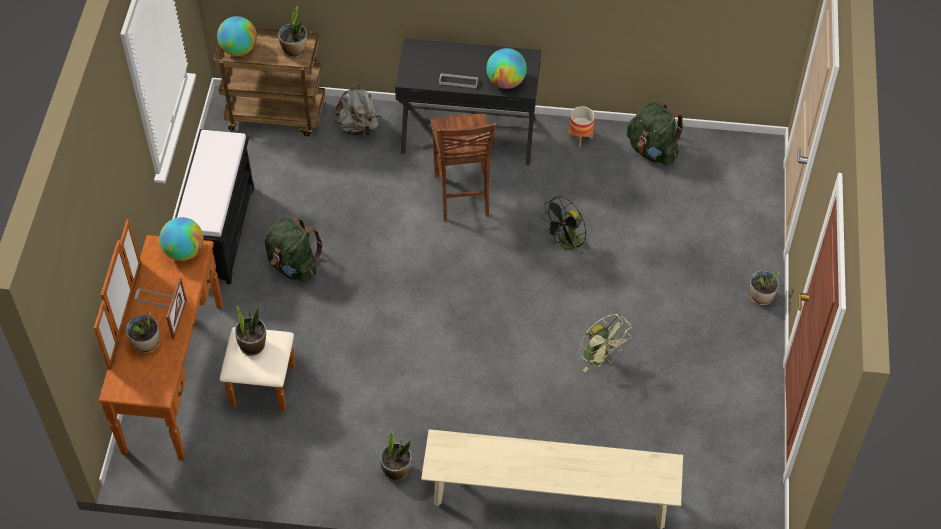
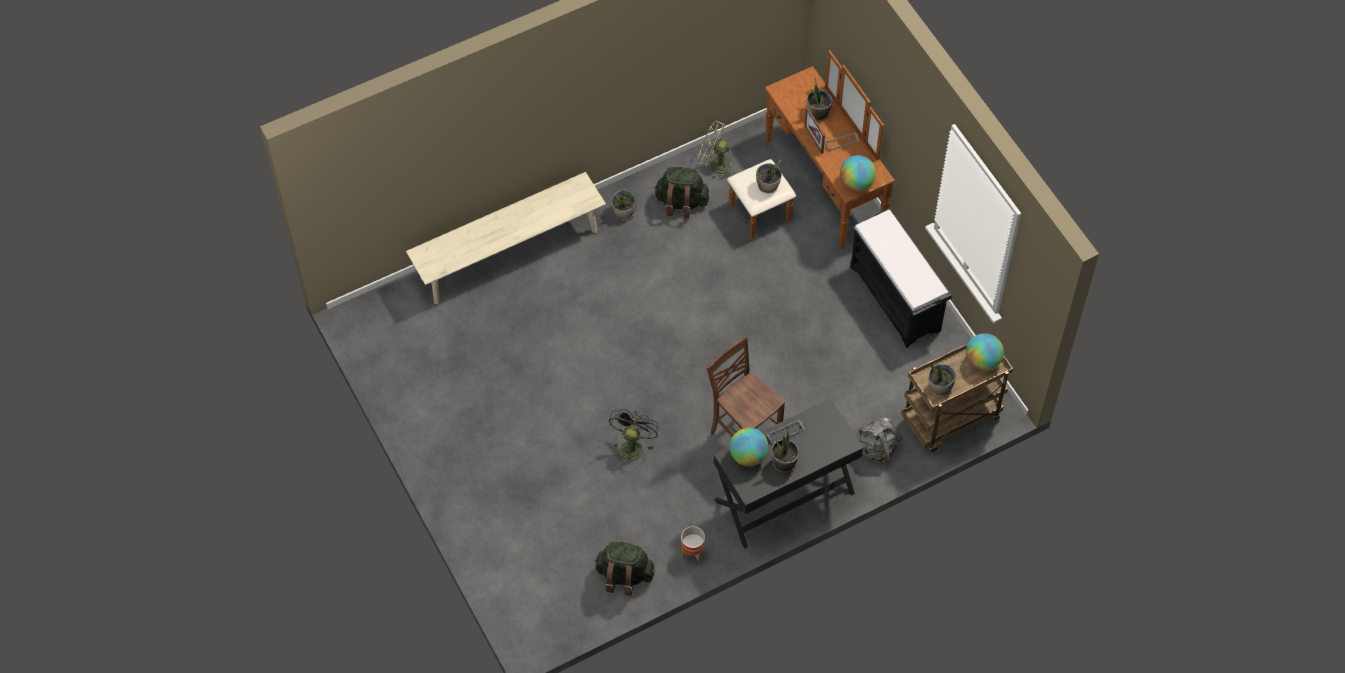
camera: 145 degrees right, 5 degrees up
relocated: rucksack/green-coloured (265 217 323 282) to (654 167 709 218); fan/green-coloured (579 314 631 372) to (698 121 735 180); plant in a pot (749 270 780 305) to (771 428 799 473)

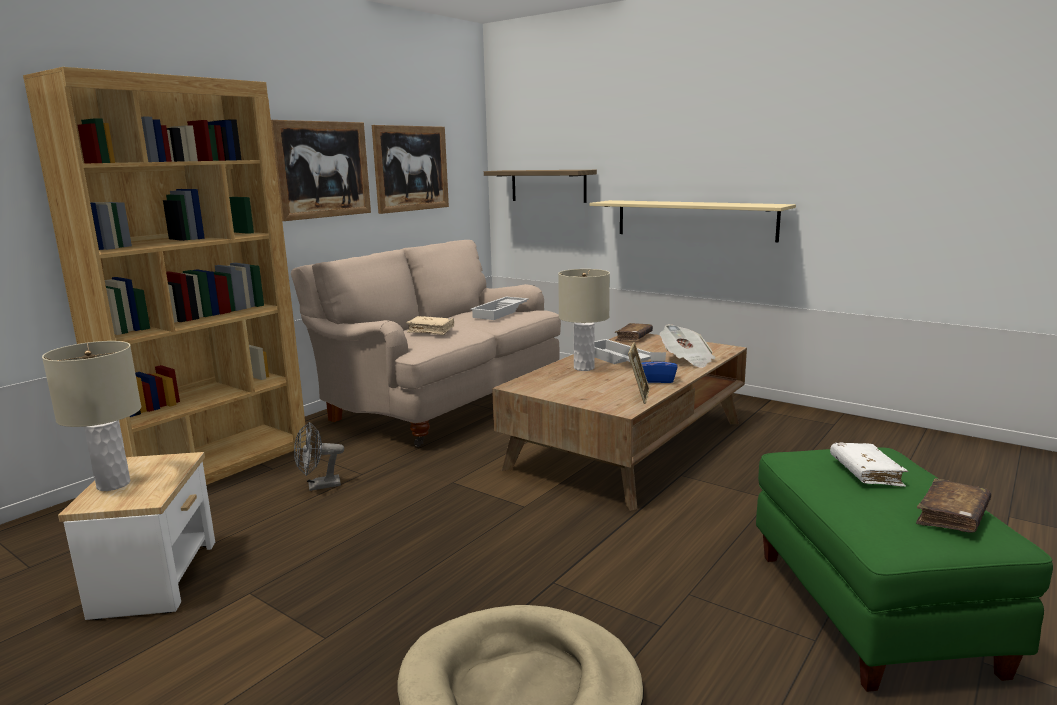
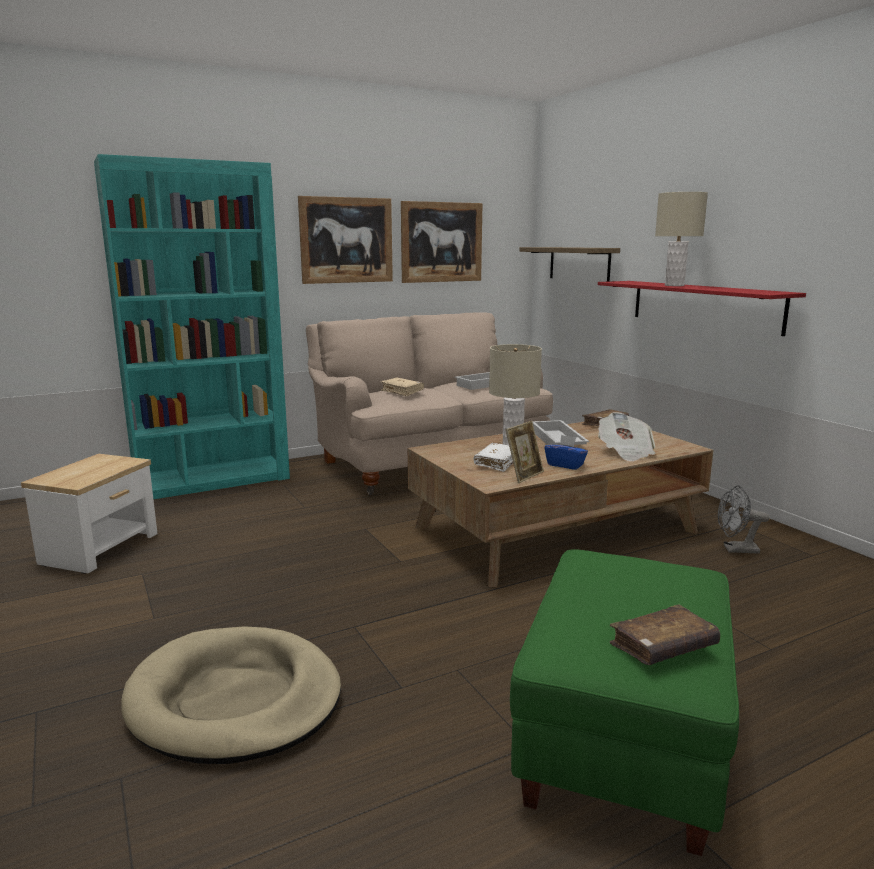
camera: 25 degrees right, 0 degrees up
relocated: bound book/white-coloured (830 443 908 487) to (473 443 513 472); table lamp/sand-coloured (42 341 141 491) to (655 192 708 286); fan/grey (294 422 344 491) to (718 486 769 554)
colour: shelving unit/brown-coloured (23 67 306 485) to shelving unit/blue-green (94 154 290 499); bracket shelf/sand-coloured (589 200 796 242) to bracket shelf/red (598 281 806 336)

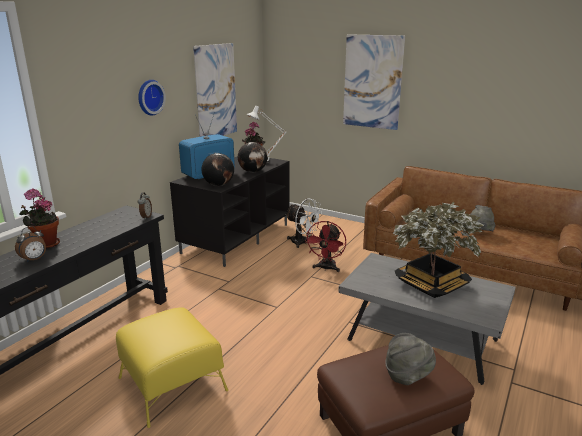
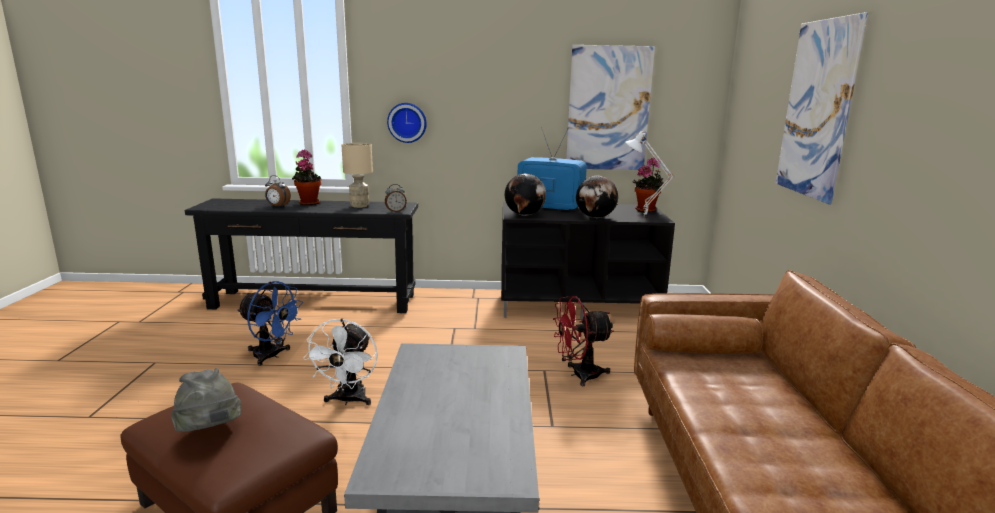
camera: 60 degrees right, 5 degrees down
missing: plant in a pot (393 202 484 298); clothing hat/grey (470 205 495 231)
appeared: table lamp/sand-coloured (342 143 373 208)
relocated: fan/white-coloured (285 198 322 248) to (303 318 378 405); clock on the wall (138 80 166 116) to (387 103 427 143)
exchanged: pouffe/yellow (116 307 228 428) to fan/blue (237 281 303 366)

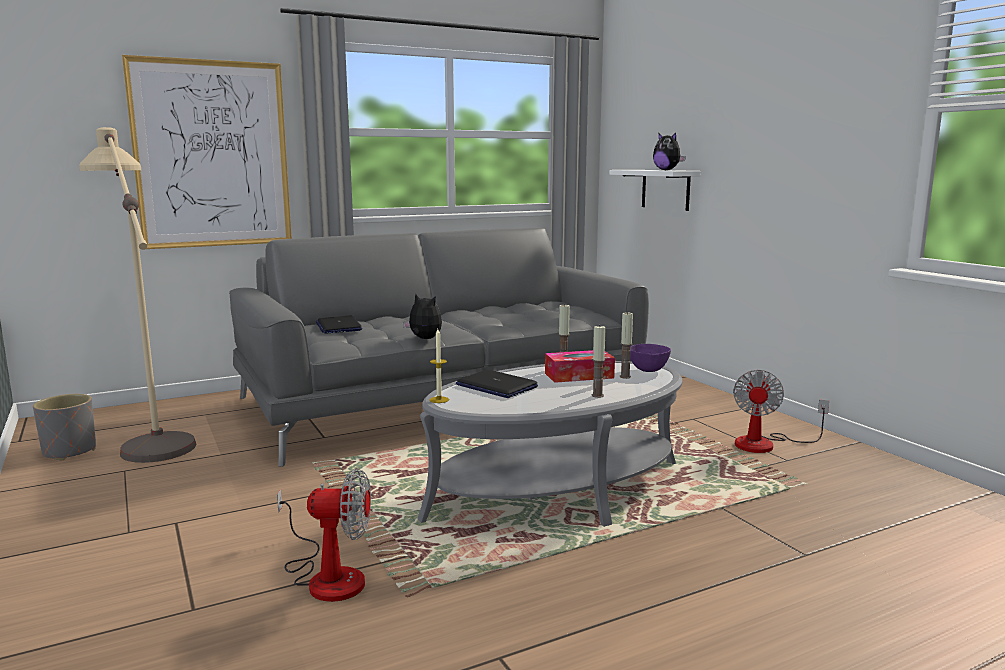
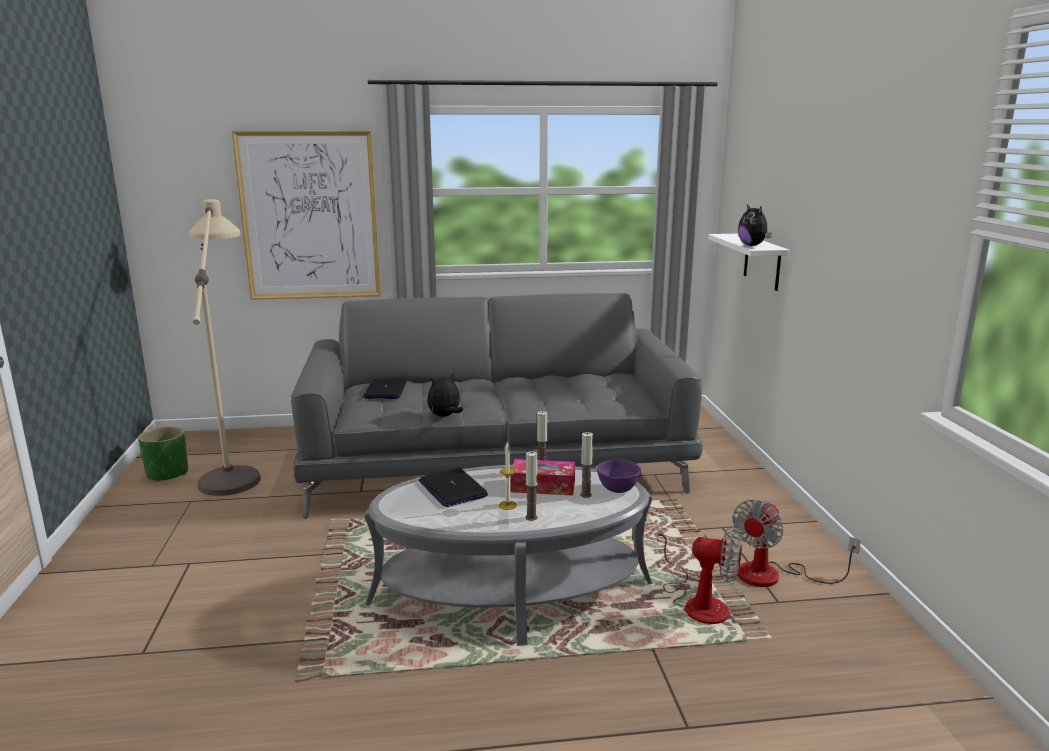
camera: 20 degrees right, 5 degrees up
relocated: candle (429 329 449 403) to (499 441 517 510); fan (277 468 371 602) to (657 524 742 624)
colour: plant pot/grey (33 394 96 460) to plant pot/green-coloured (138 426 188 482)
spun: plush toy (403 294 442 339) = (427 373 463 417) 90 degrees counterclockwise

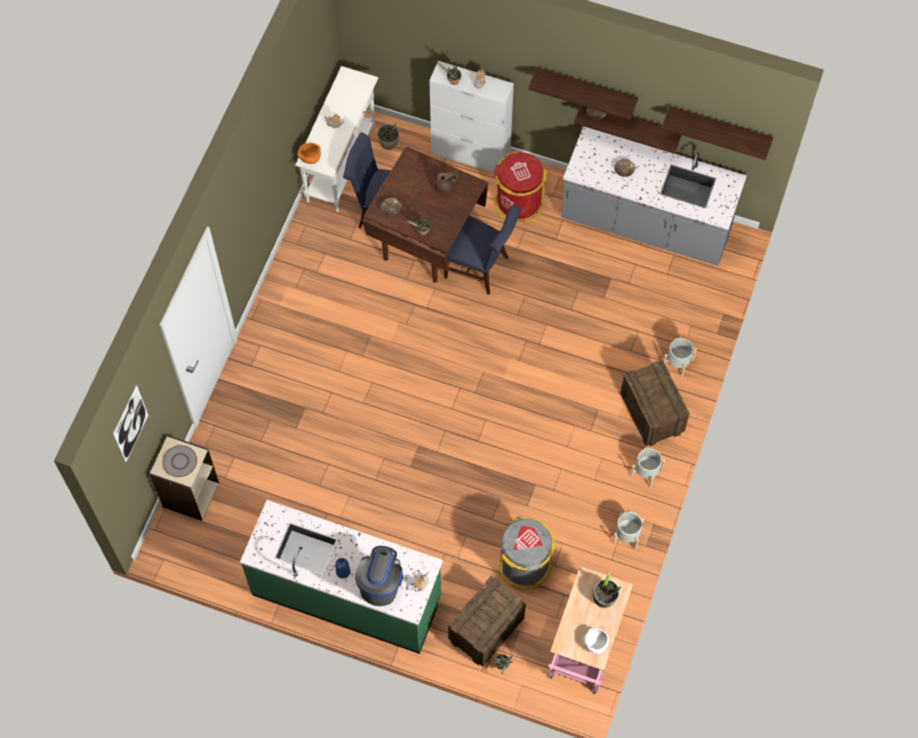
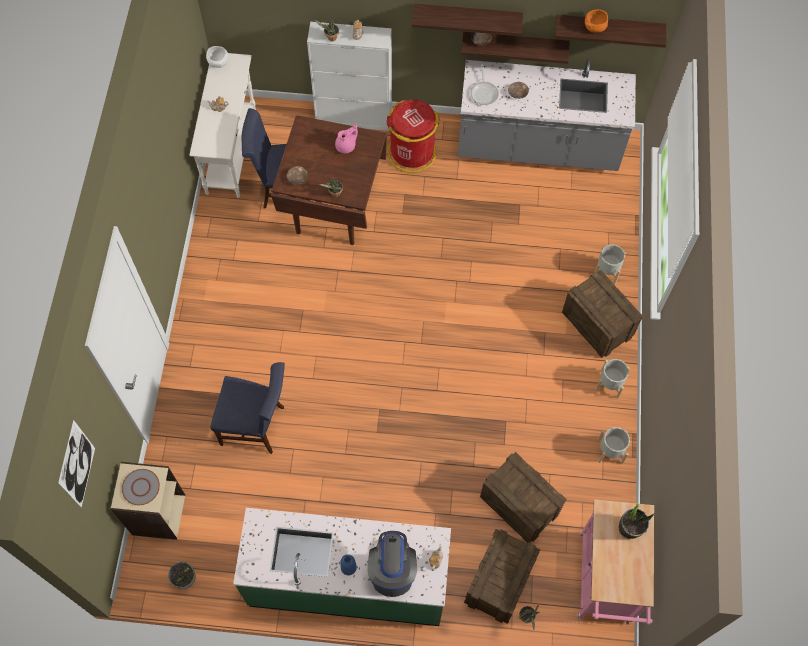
camera: 15 degrees left, 0 degrees up
appeared: pan (470 64 499 105)
relocated: plant in a pot (377 123 399 150) to (168 562 195 589); deep dish/white-coloured (584 628 609 654) to (206 46 228 68); chair/blue (444 206 521 295) to (210 362 285 454); deep dish/orangey (297 143 321 164) to (585 9 608 32)
exchanged: rubbish bin/grey (499 516 556 590) to crate (480 452 566 543)
colour: pot for tea/brown-coloured (434 168 458 195) to pot for tea/pinkish (335 123 358 154)

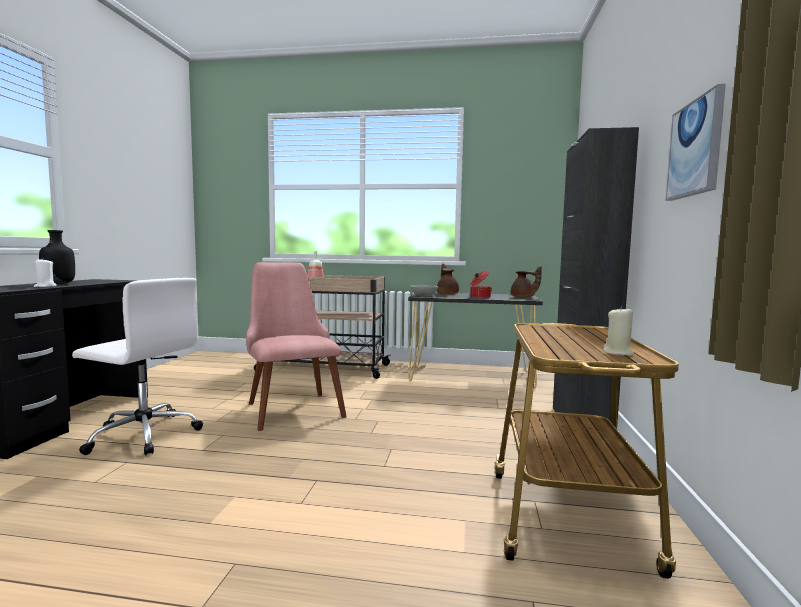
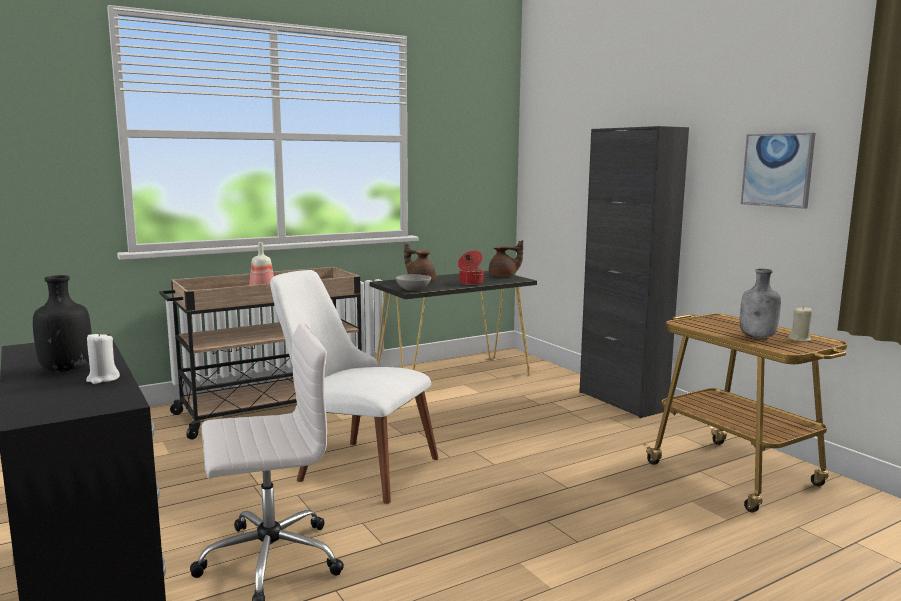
camera: 40 degrees left, 5 degrees up
appeared: drink bottle/grey (740 269 781 338)
colour: chair/pinkish (246 262 347 431) to chair/white-coloured (270 270 439 504)

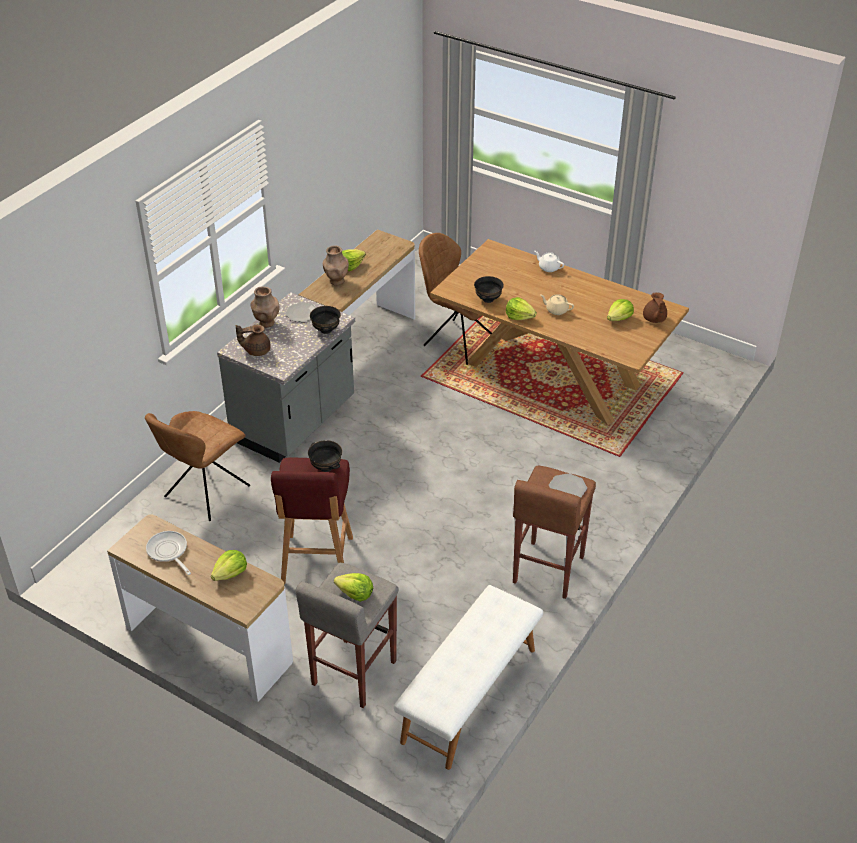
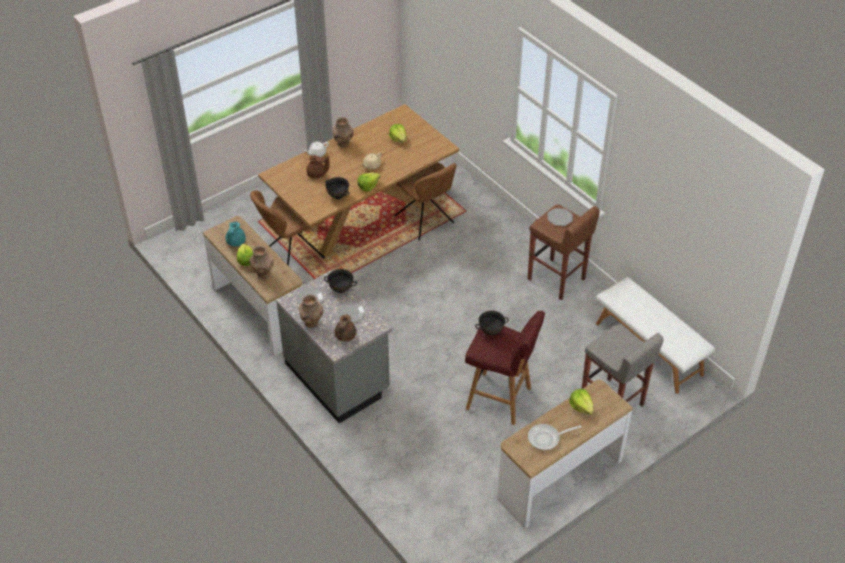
camera: 70 degrees left, 5 degrees up
missing: head of lettuce (334 573 373 602)
appeared: pot for tea/blue-green (225 221 246 246); flower vase/brown-coloured (333 117 354 148); flat dish (337 301 366 323)
relocated: pot for tea/brown-coloured (643 292 667 323) to (306 155 330 179); chair/brown-coloured (145 411 250 521) to (394 163 457 241)

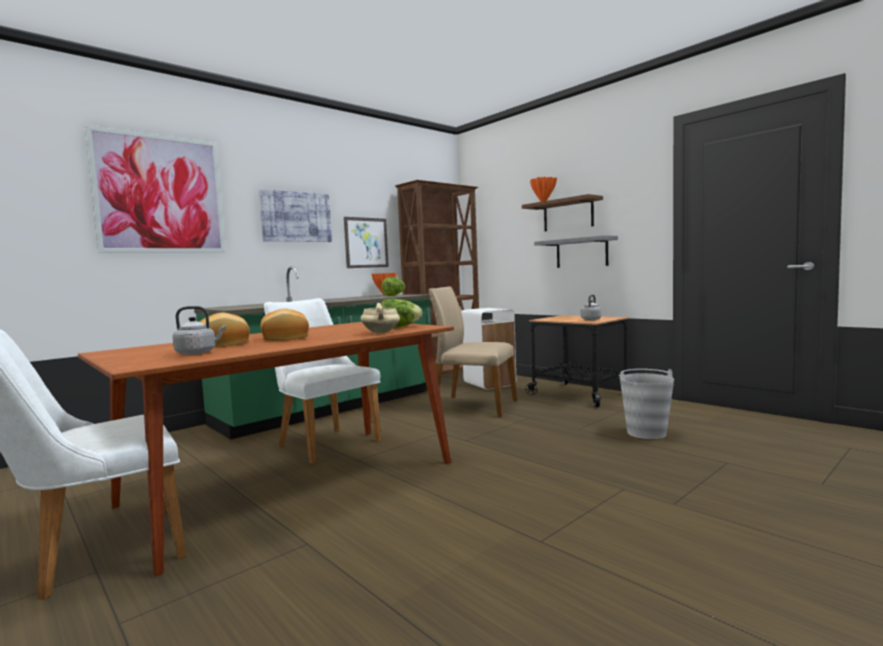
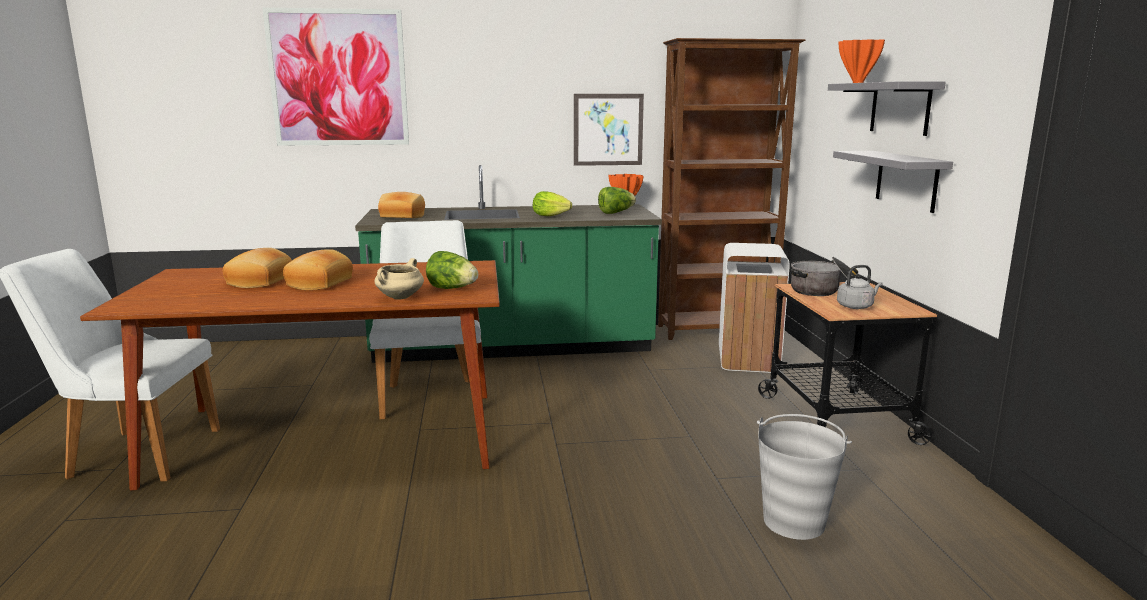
camera: 35 degrees right, 10 degrees up
missing: water kettle/grey (173 306 226 355); wall art (259 189 332 242); chair/sand-coloured (428 286 517 417)
appeared: bread (378 192 425 218); head of lettuce (533 191 572 216); cooking pot (791 257 858 296)
colour: bracket shelf/brown-coloured (522 194 603 231) to bracket shelf/grey (828 81 946 136)

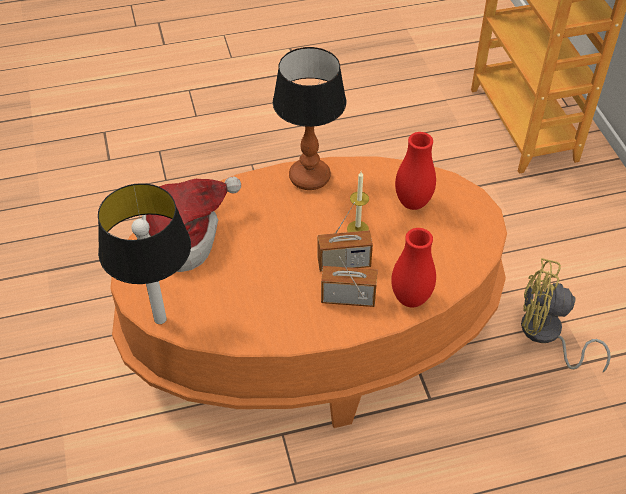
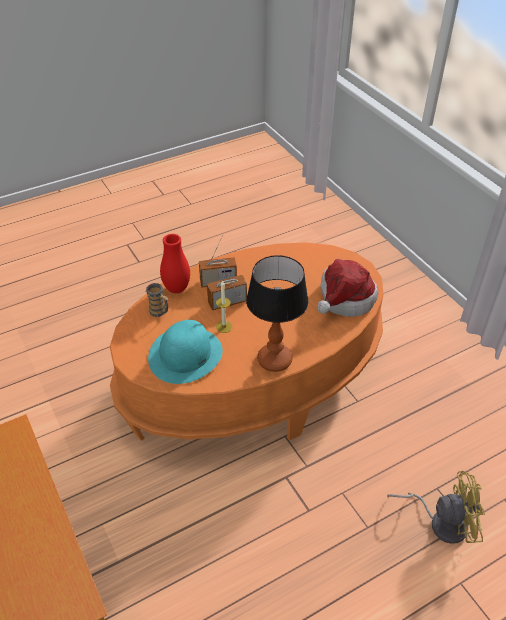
camera: 165 degrees right, 5 degrees down
missing: table lamp (98 183 191 324)
appeared: tea mug (146 283 168 317)
relocated: fan/yellow (521 258 611 372) to (387 471 485 544)
exchanged: flower vase/red (395 132 436 210) to clothing hat/blue-green (148 320 223 384)

